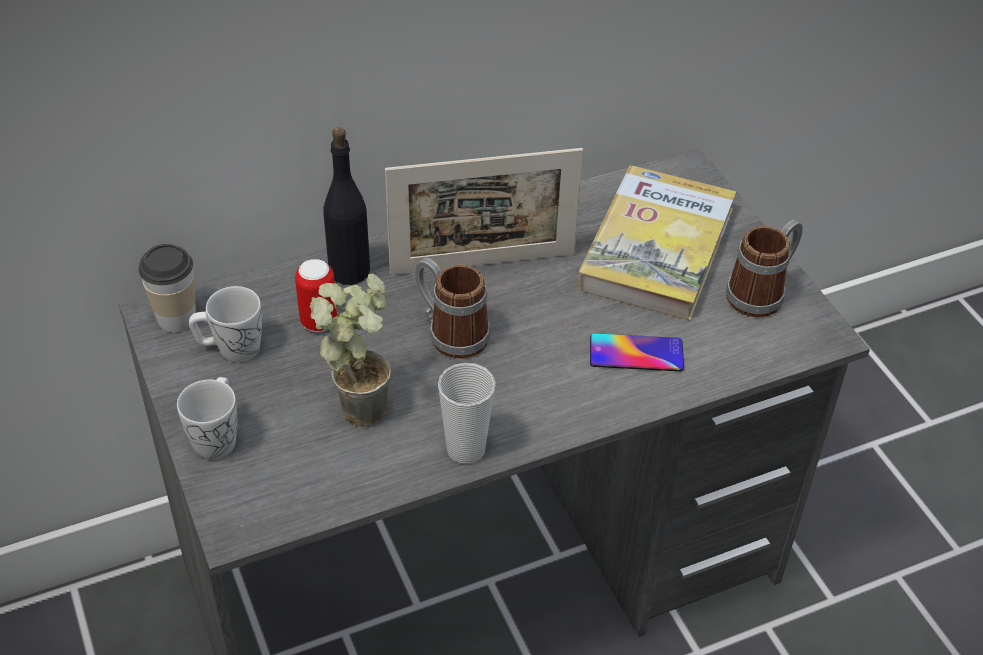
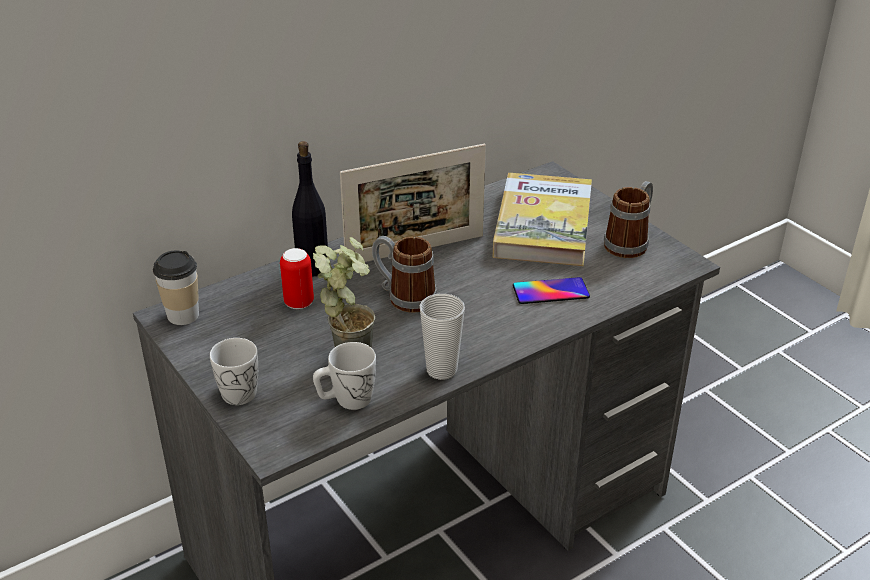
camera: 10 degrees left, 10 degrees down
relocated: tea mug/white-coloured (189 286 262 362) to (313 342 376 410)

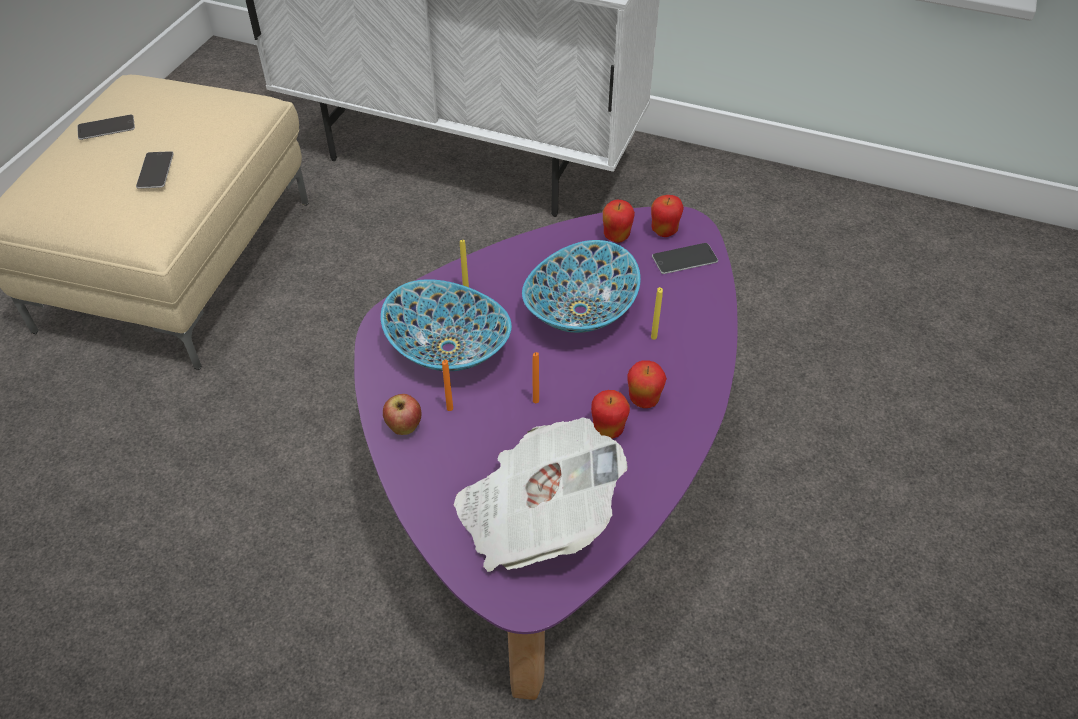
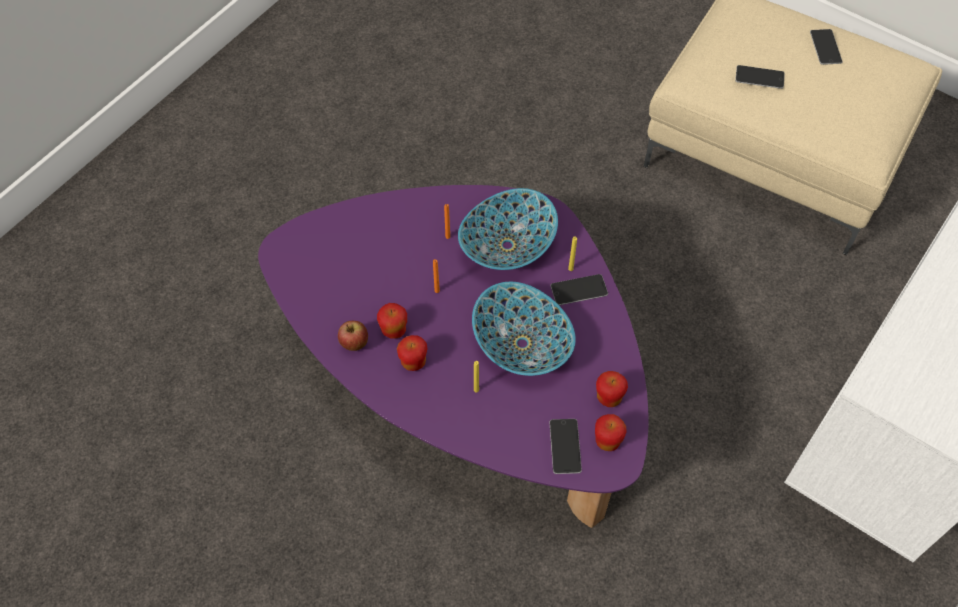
camera: 105 degrees right, 10 degrees up
missing: newspaper (454 418 628 572)
appeared: phone (550 274 608 305)
relocated: apple fruit (383 394 421 435) to (338 321 368 351)

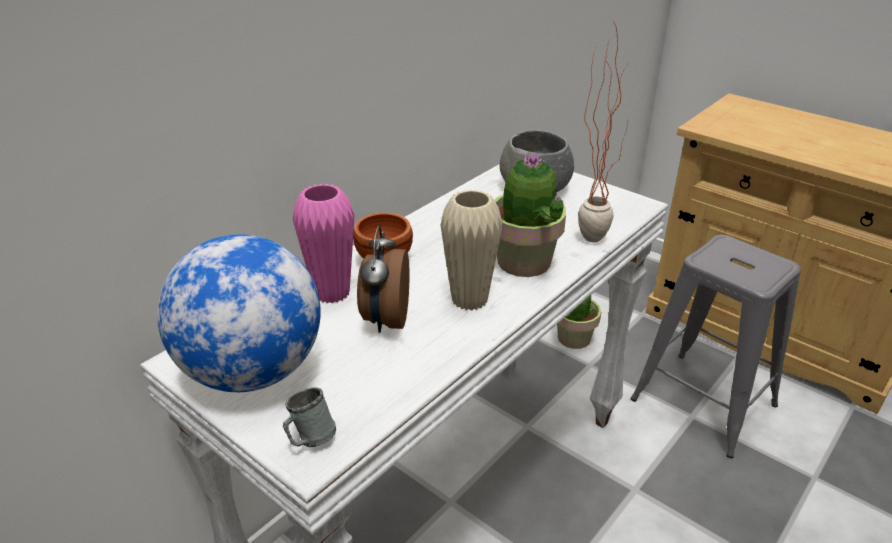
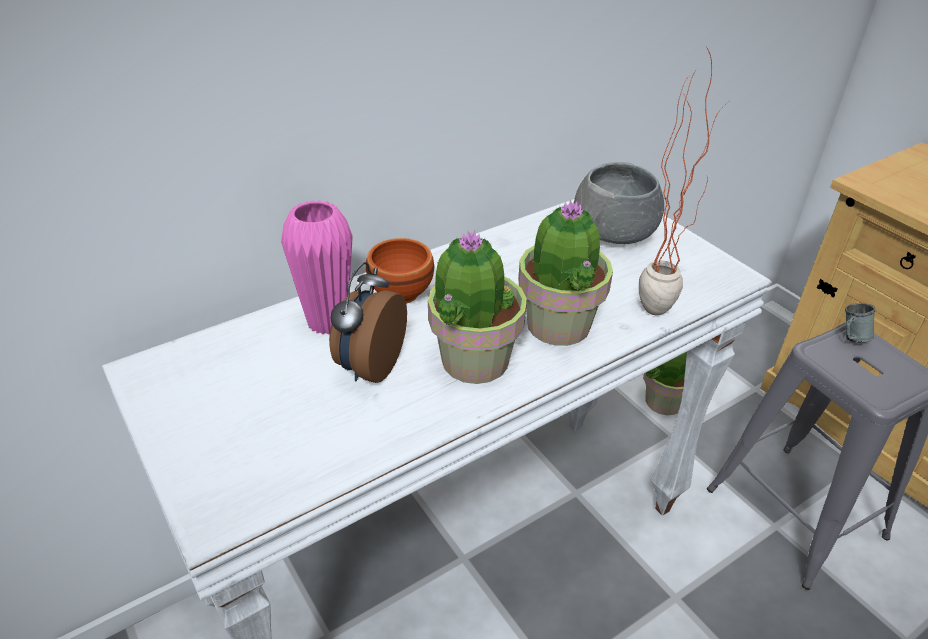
camera: 15 degrees right, 5 degrees up
missing: globe (157 234 321 392)
relocated: tea mug/grey (283 387 336 447) to (845 303 875 343)
exchanged: flower vase/sand-coloured (440 190 502 311) to plant in a pot (428 231 527 384)

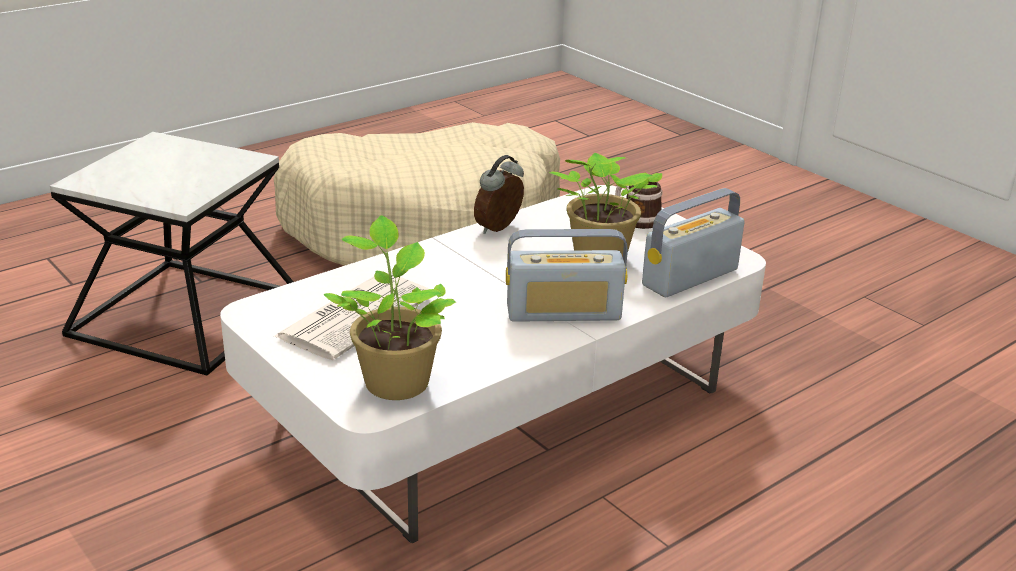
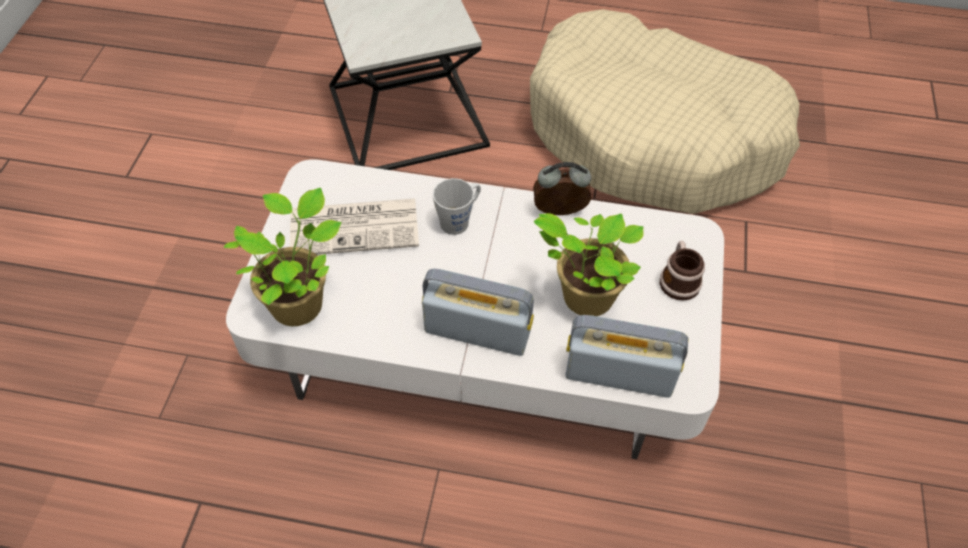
camera: 50 degrees right, 25 degrees up
appeared: tea mug/grey (433 178 481 235)
spun: radio receiver (506 229 628 322) = (422 269 534 356) 150 degrees clockwise

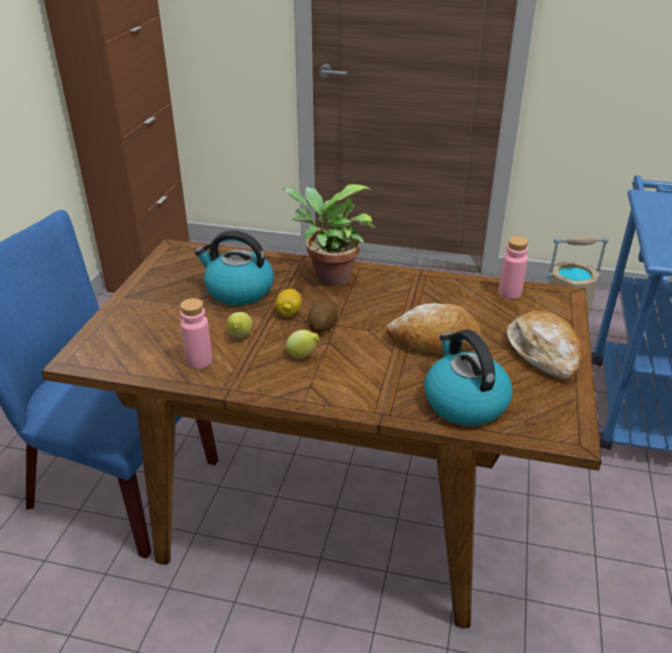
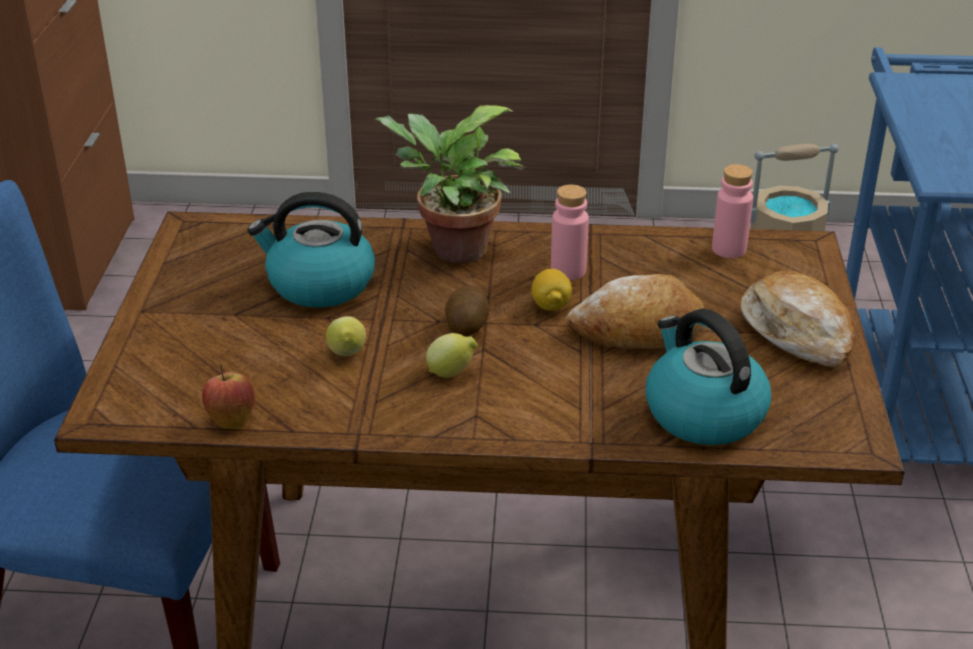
camera: 10 degrees left, 0 degrees up
appeared: apple fruit (202 364 255 429)
relocated: lemon (275 289 302 316) to (532 269 572 311); drink bottle/pinkish (180 298 212 369) to (551 185 589 280)

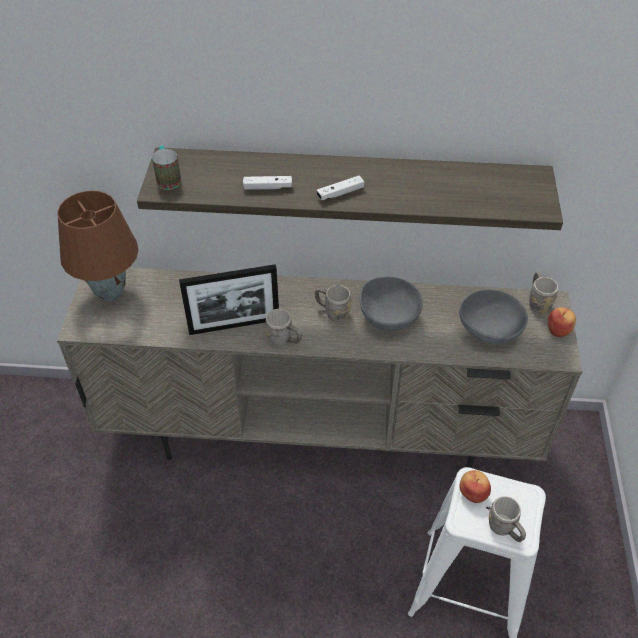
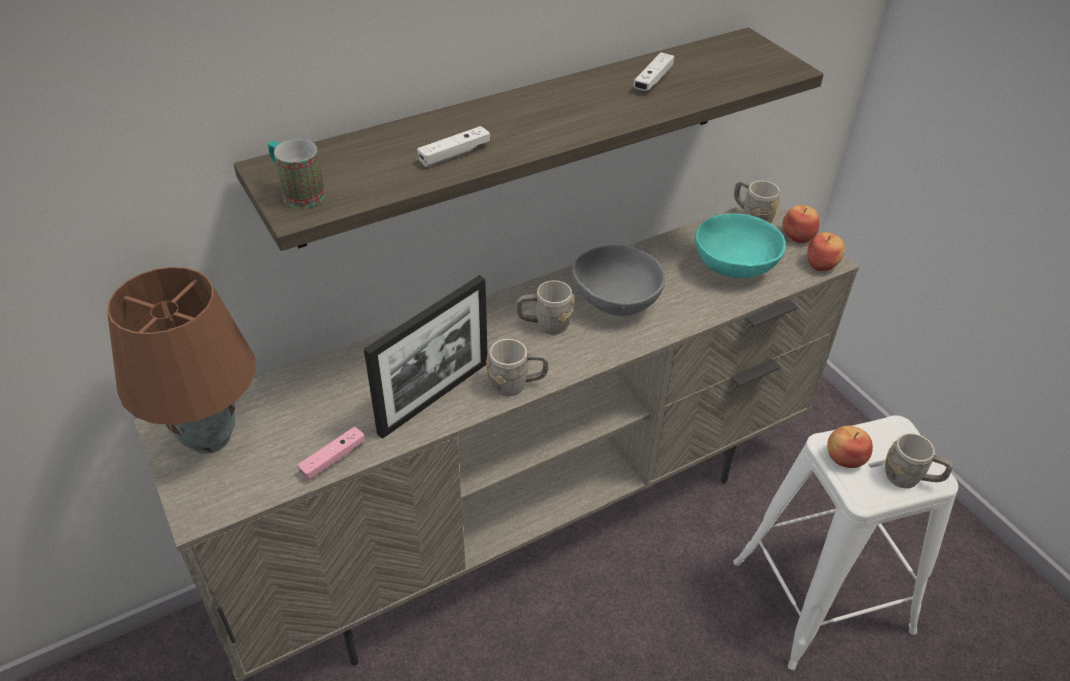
camera: 35 degrees left, 5 degrees down
appeared: joypad/pinkish (298 427 365 480); apple fruit (808 232 845 271)
relocated: joypad/white-coloured (317 176 364 200) to (633 52 674 91)
colour: deep dish/grey (459 289 528 344) to deep dish/blue-green (695 214 786 278)

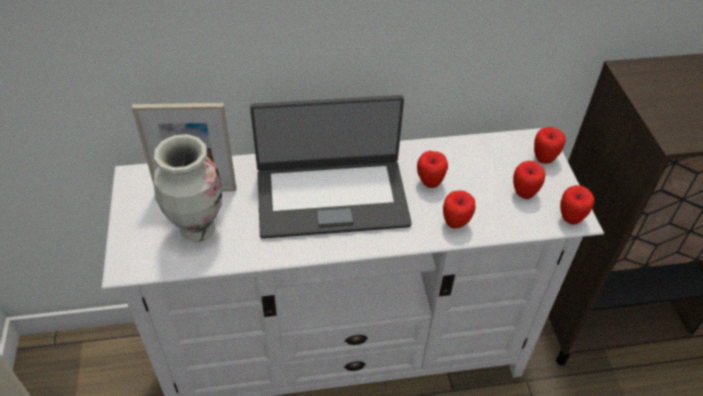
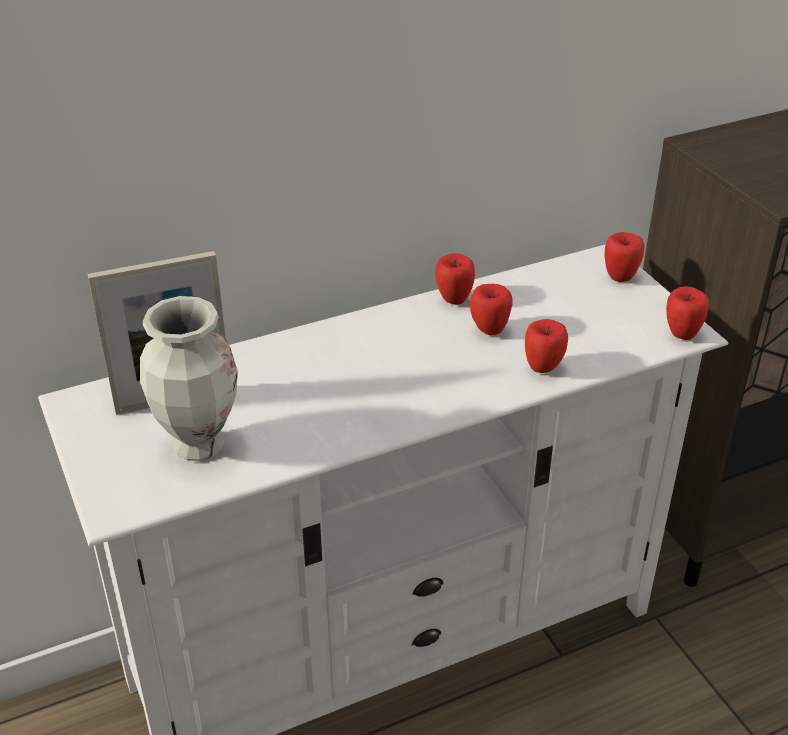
camera: 15 degrees left, 10 degrees down
missing: notebook computer (250 95 412 239)
relocated: apple fruit (513 161 545 199) to (435 253 475 305)

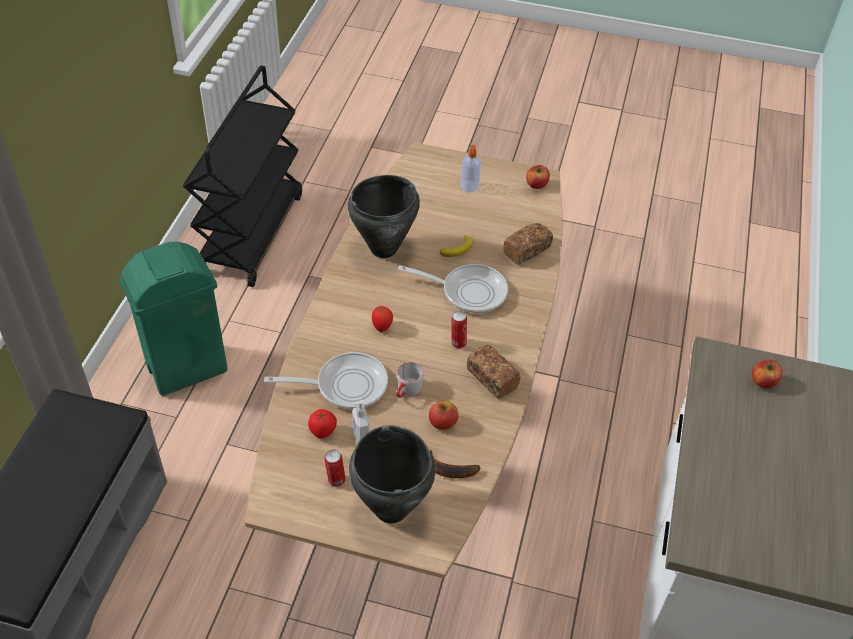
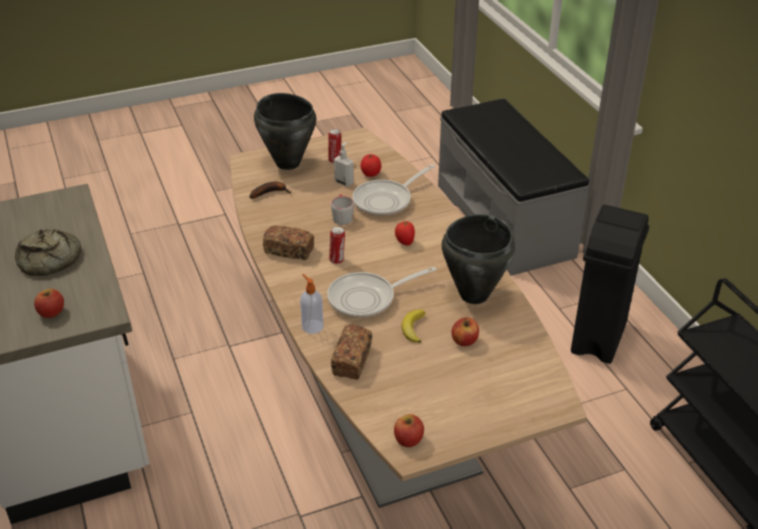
camera: 145 degrees right, 10 degrees down
appeared: bread (15 229 81 276)
relocated: liquid soap bottle (461 145 481 192) to (300 274 323 334); apple fruit (429 401 459 430) to (452 317 479 346)
colour: rubbish bin/green-coloured (119 242 228 396) to rubbish bin/black (571 205 649 364)

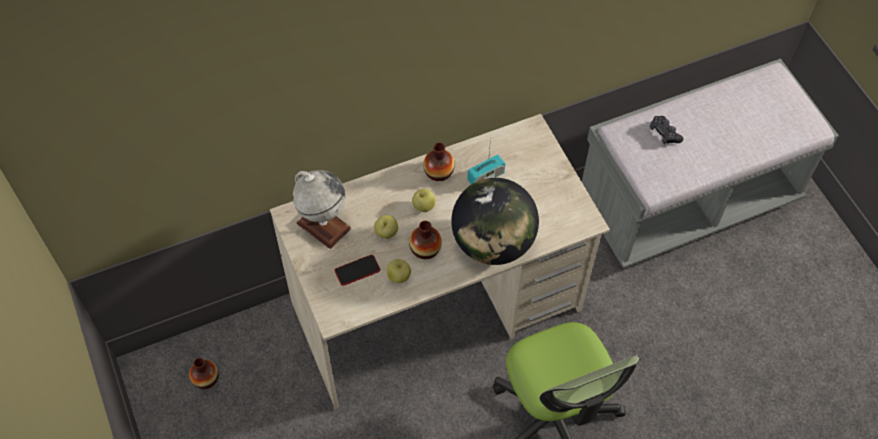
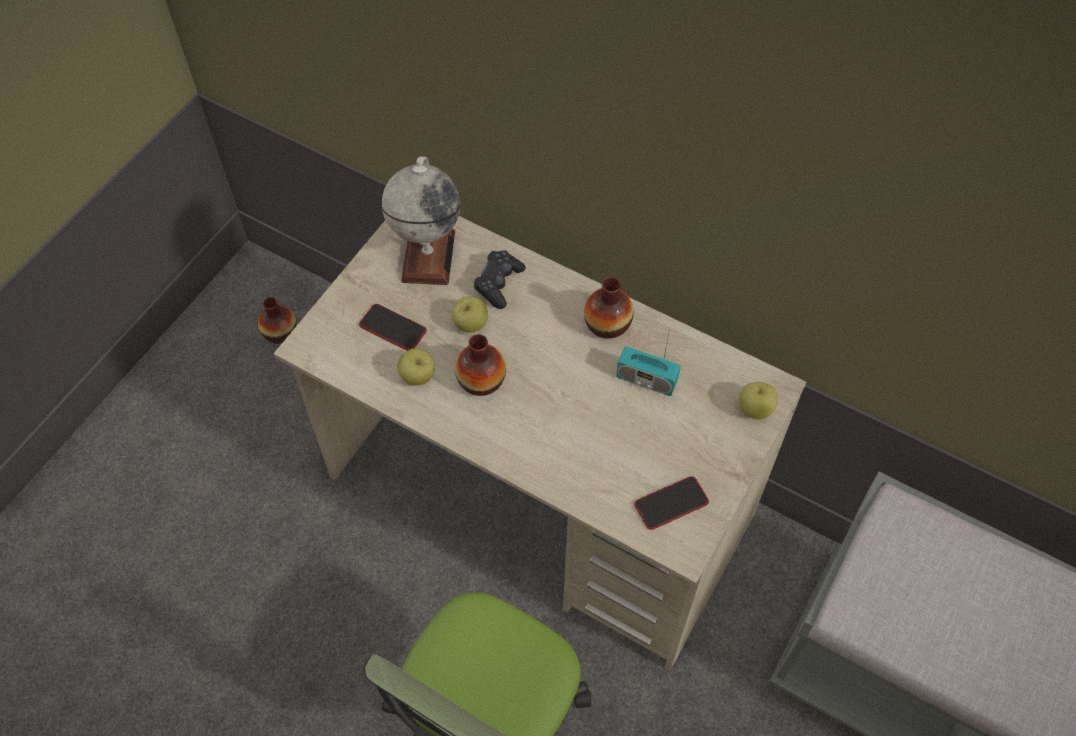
camera: 55 degrees right, 0 degrees up
missing: globe (451 178 539 265)
appeared: phone (634 476 709 530)
relocated: joypad/black (650 116 684 144) to (474 250 526 309); apple fruit (412 189 436 212) to (739 382 778 419)

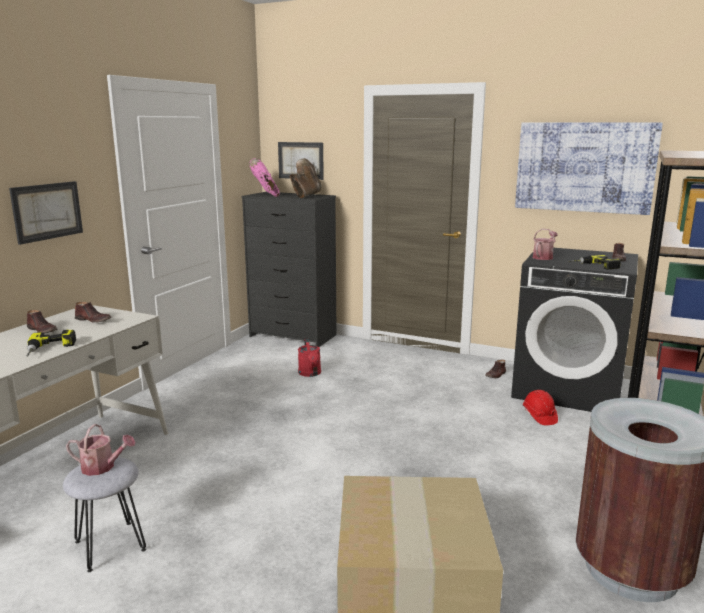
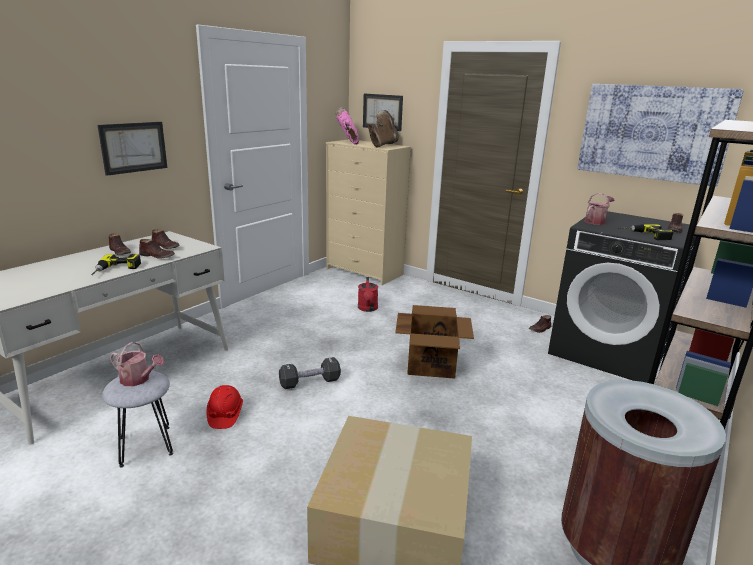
camera: 10 degrees right, 5 degrees up
appeared: shoe/brown-coloured (139 239 175 259); free weight/black (279 357 341 389); packing box (395 305 474 379)
relocated: safety helmet/red (523 390 558 425) to (207 385 243 429)
colour: chest of drawers/black (242 192 337 347) to chest of drawers/sand-coloured (326 140 411 285)

